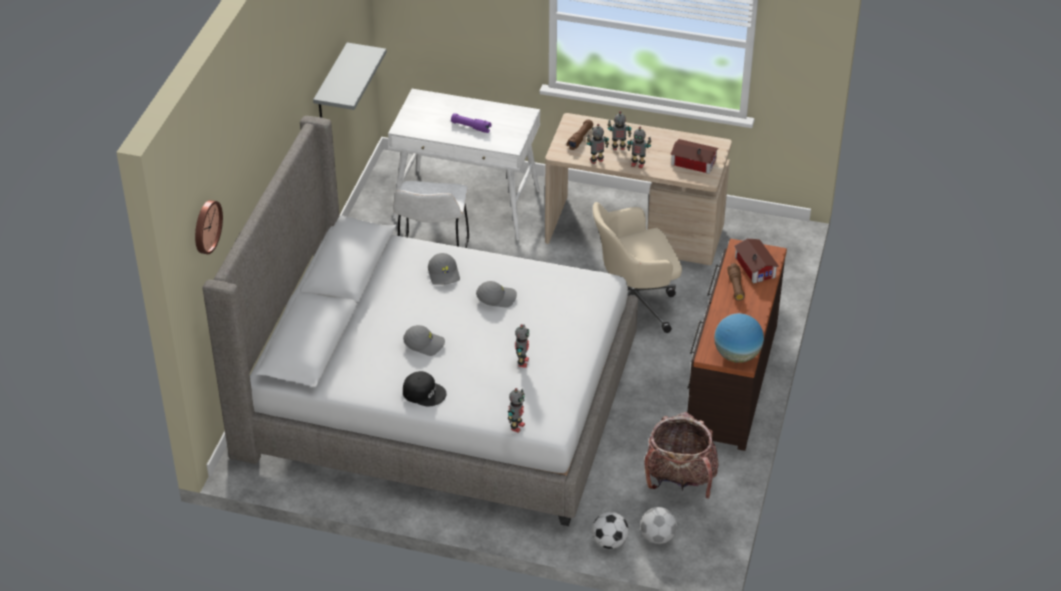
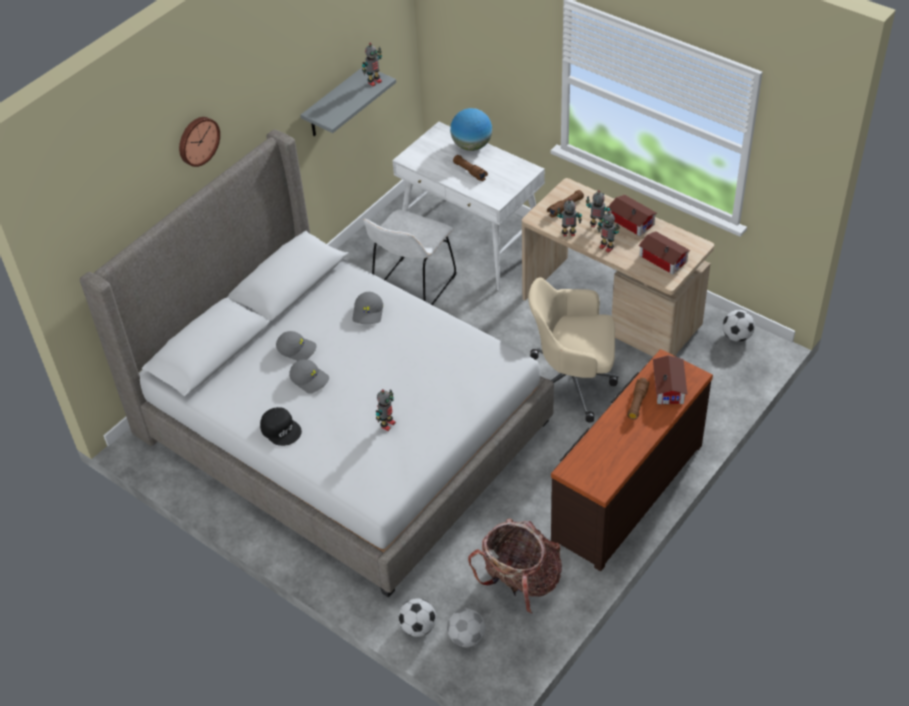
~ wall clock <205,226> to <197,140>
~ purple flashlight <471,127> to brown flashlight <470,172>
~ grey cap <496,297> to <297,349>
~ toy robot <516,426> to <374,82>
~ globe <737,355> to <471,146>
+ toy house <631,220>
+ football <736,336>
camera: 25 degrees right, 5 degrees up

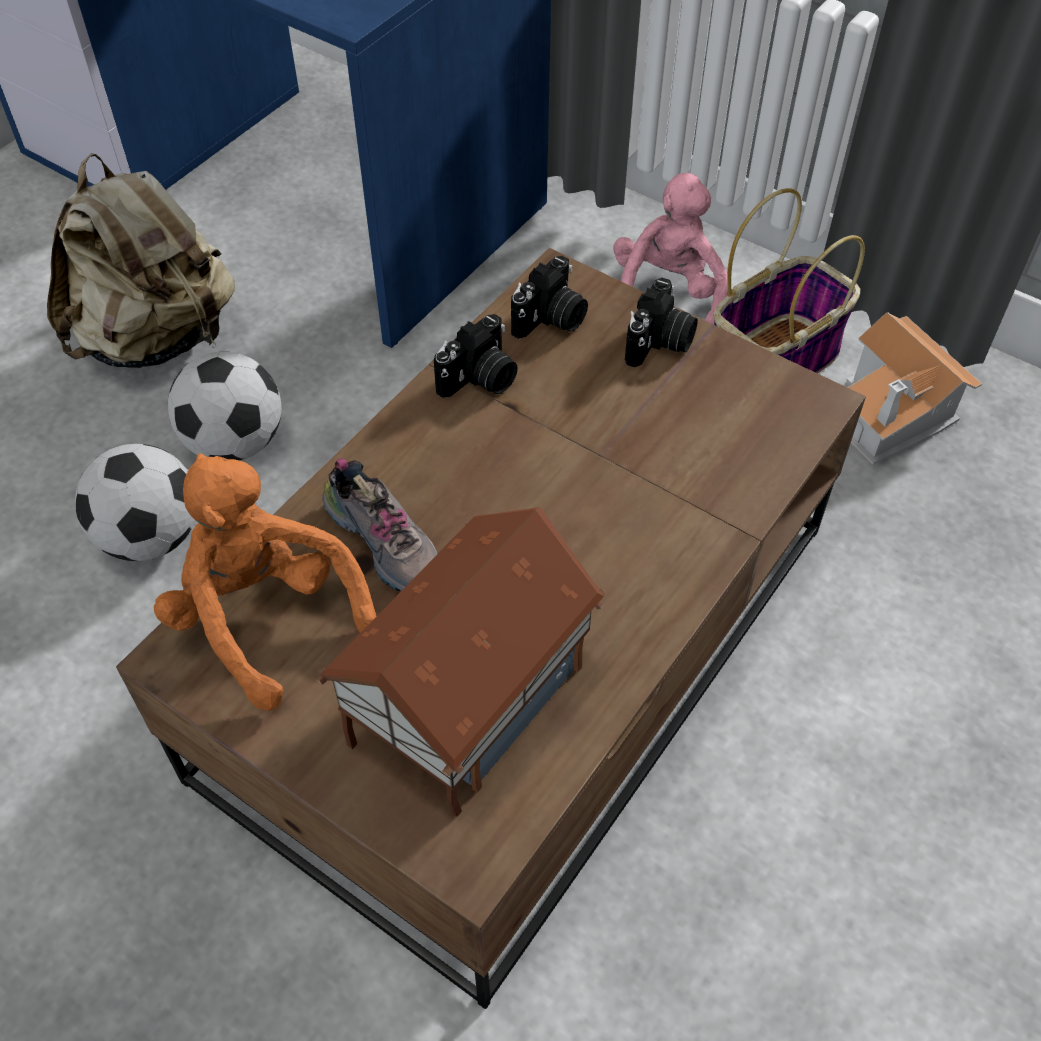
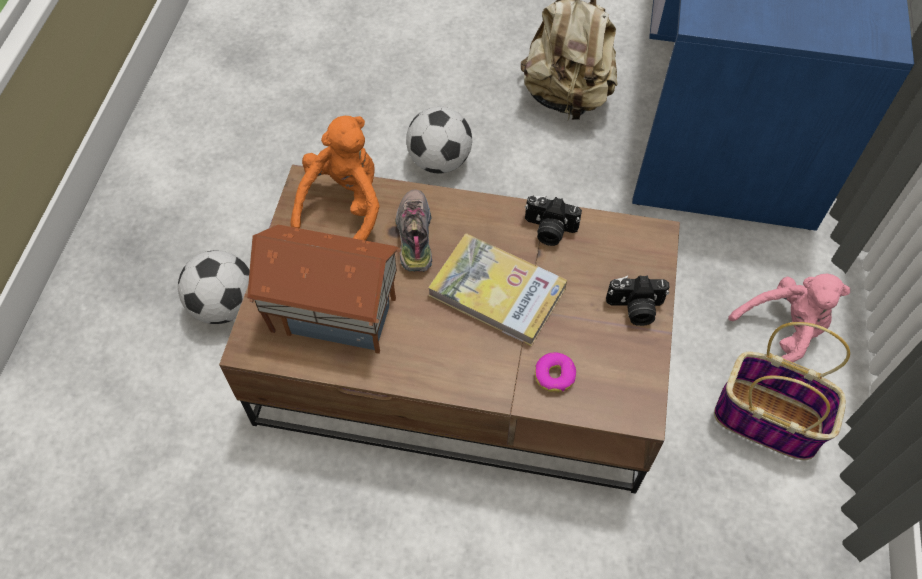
~ football <235,443> to <224,306>
~ shoe <387,542> = <413,236> 150 degrees clockwise
- photo camera <551,320>
- toy house <893,414>
+ book <497,292>
+ donut <554,375>
camera: 65 degrees right, 5 degrees up

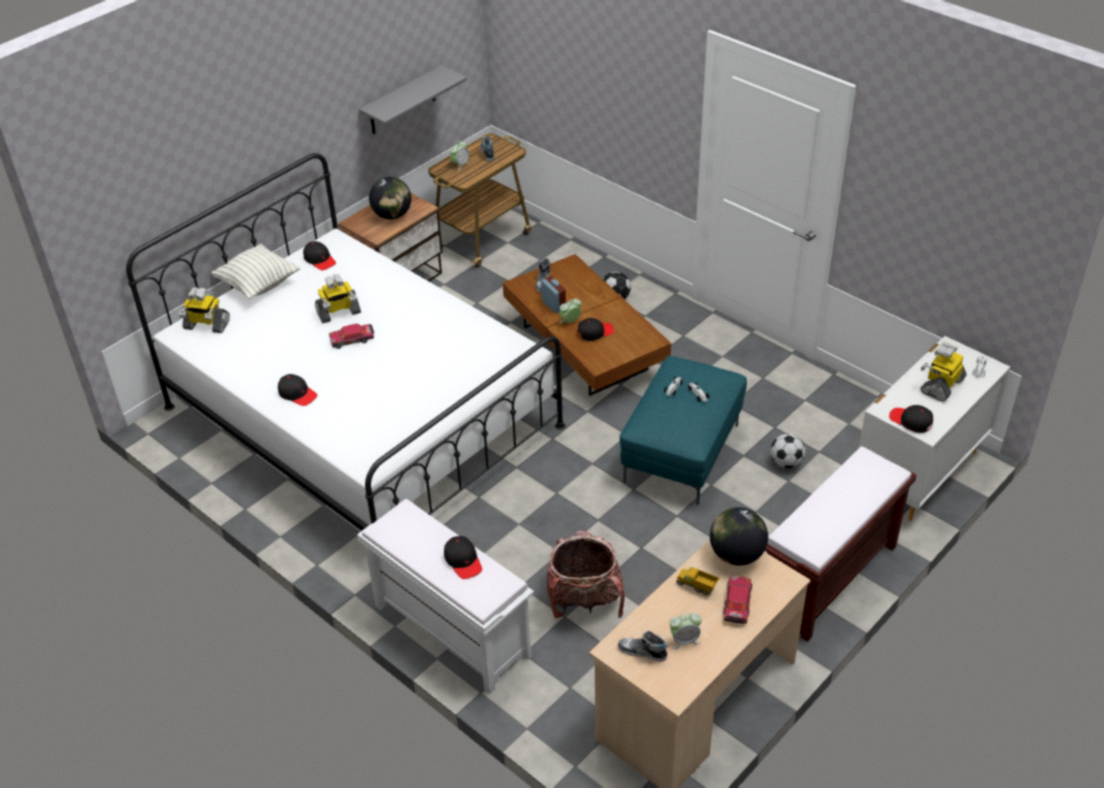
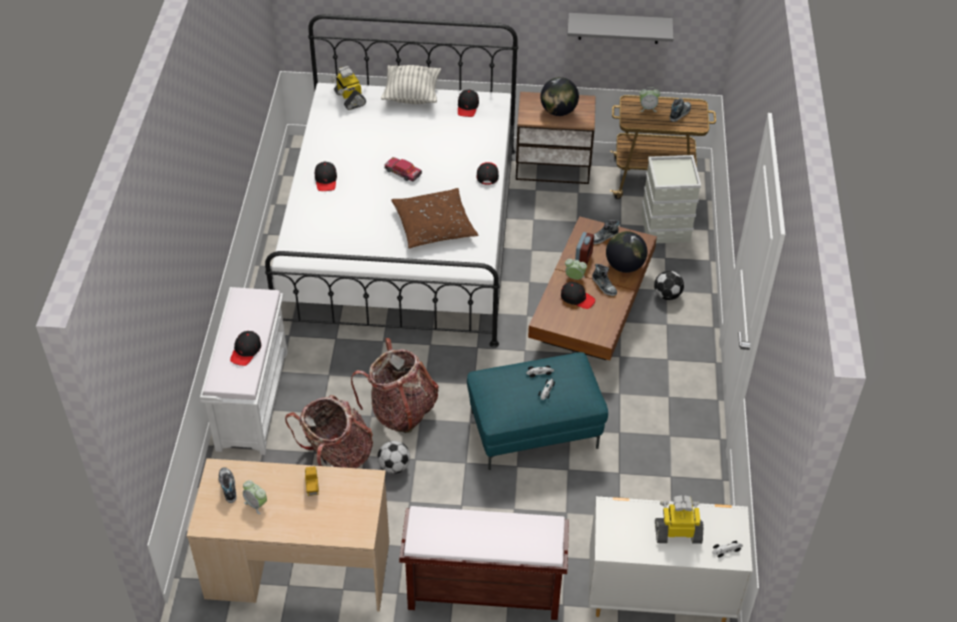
- toy robot <338,313>
~ globe <736,555> to <624,266>
- toy car <737,604>
~ football <786,463> to <394,466>
~ black cap <911,421> to <487,174>
+ backpack <400,411>
+ brown pillow <434,225>
+ shoe <604,285>
+ grey storage box <665,227>
camera: 50 degrees right, 5 degrees up

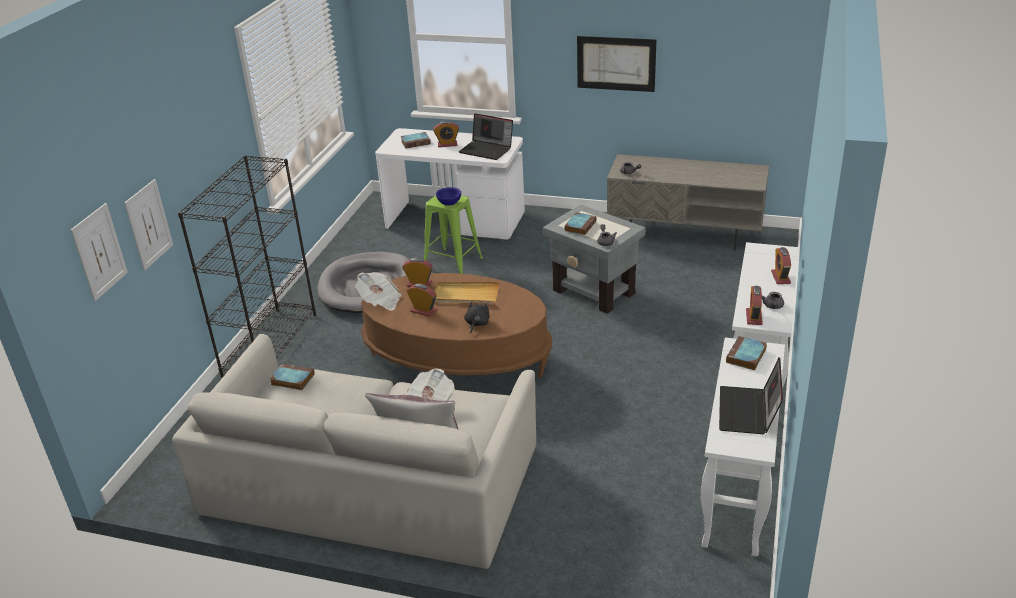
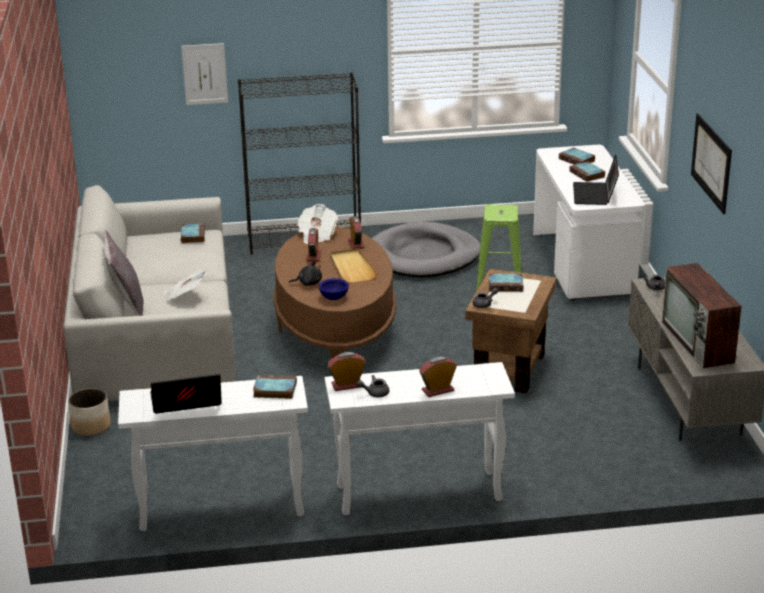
- picture <99,251>
~ alarm clock <447,144> to book <587,174>
~ blue bowl <449,204> to <333,297>
~ grey side table <593,292> to brown side table <508,369>
+ planter <90,426>
+ television <698,343>
camera: 65 degrees right, 5 degrees down

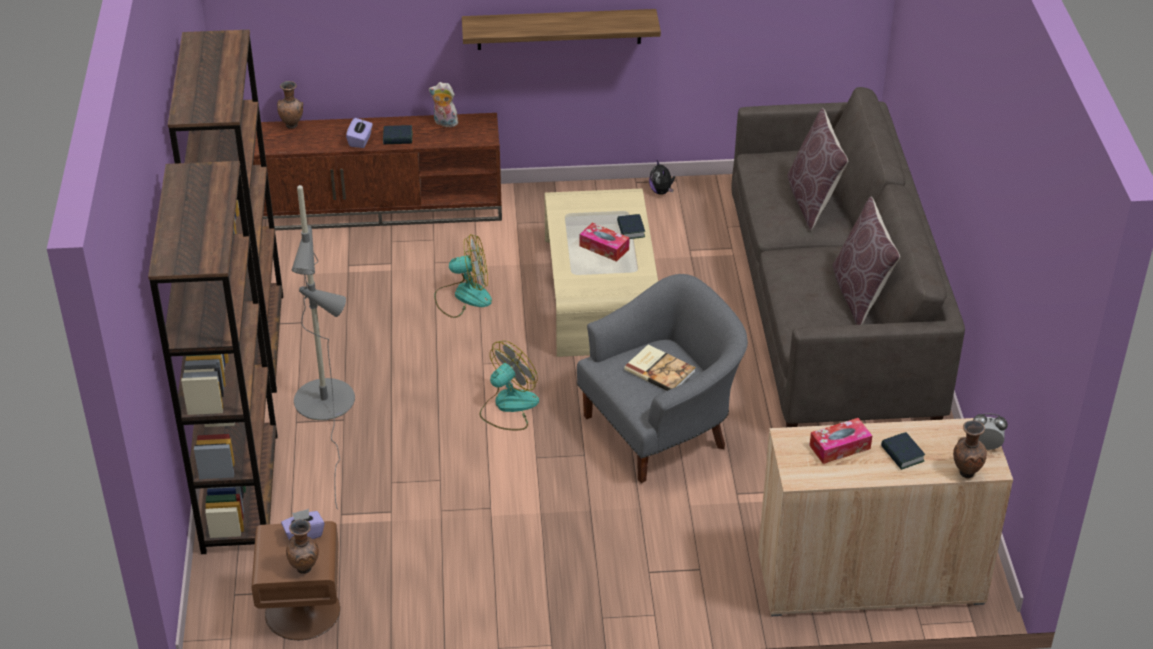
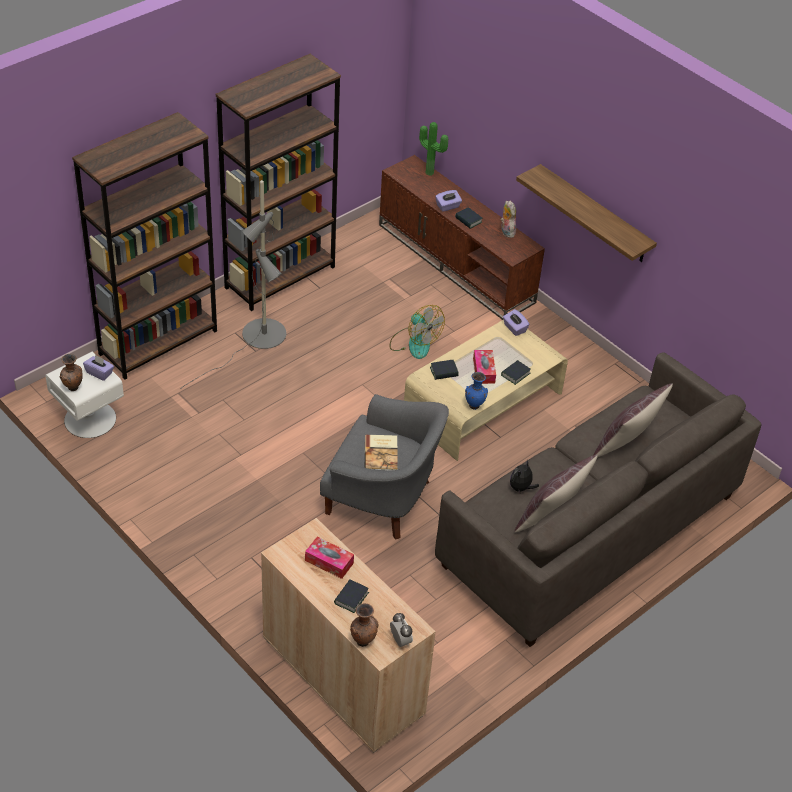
~ brown nightstand <302,612> to white nightstand <89,419>
~ brown vase <292,125> to potted plant <430,172>
- fan <508,406>
~ plush toy <661,191> to <521,488>
+ book <444,372>
+ blue vase <474,406>
+ purple tissue box <514,328>
camera: 50 degrees right, 5 degrees up

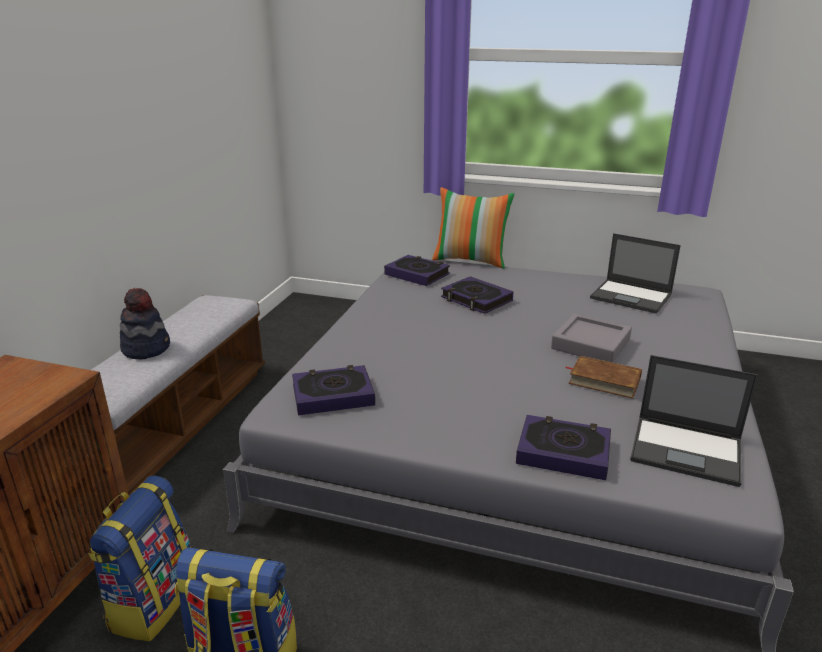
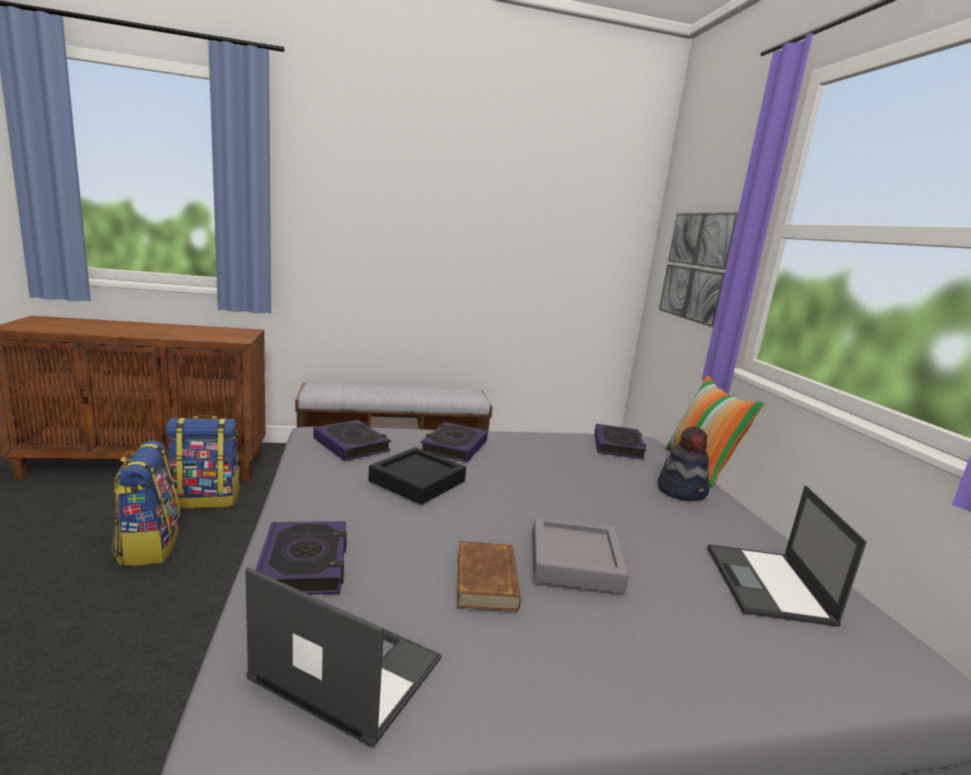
~ hat <146,348> to <682,490>
~ book <476,299> to <454,446>
~ laptop <687,451> = <345,668> 120 degrees clockwise
+ black tray <417,481>
+ picture <698,267>
camera: 60 degrees right, 10 degrees down

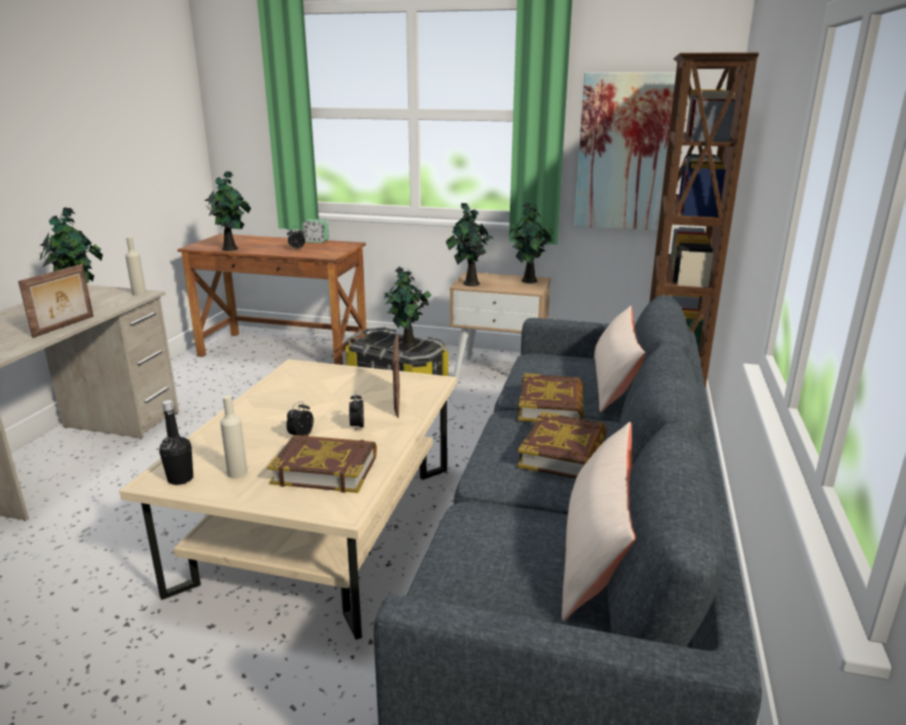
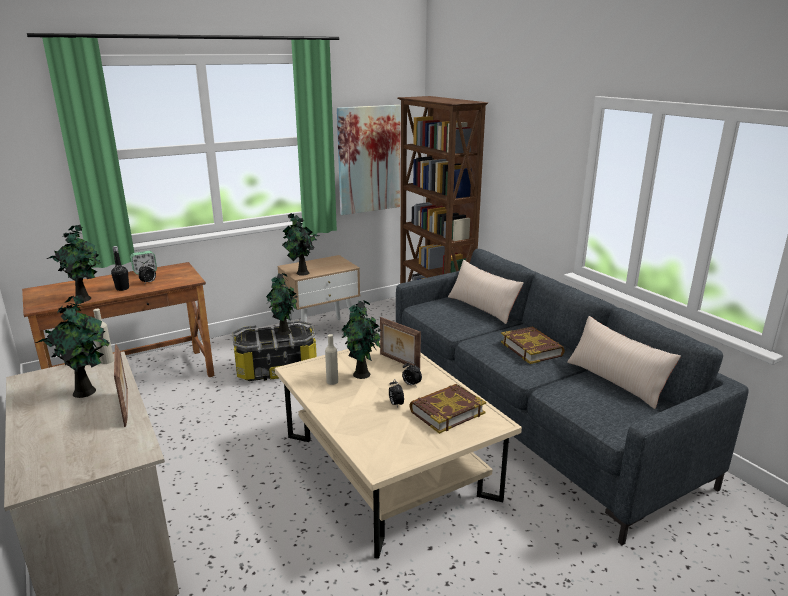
~ black bottle <180,479> to <122,288>
~ beige bottle <237,473> to <332,381>
~ potted plant <529,281> to <362,375>
- book <551,405>
camera: 45 degrees left, 0 degrees up

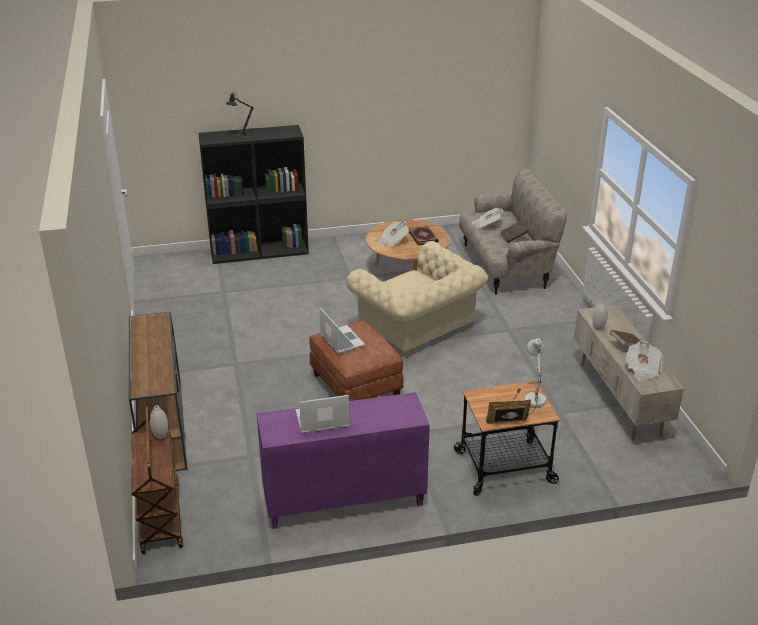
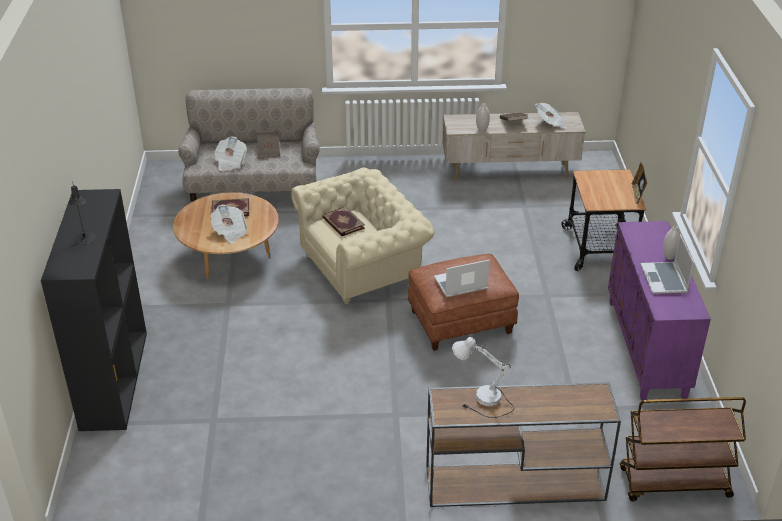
~ white vase <161,436> to <669,257>
~ white table lamp <528,399> to <482,402>
+ book <342,223>
camera: 80 degrees left, 5 degrees up

